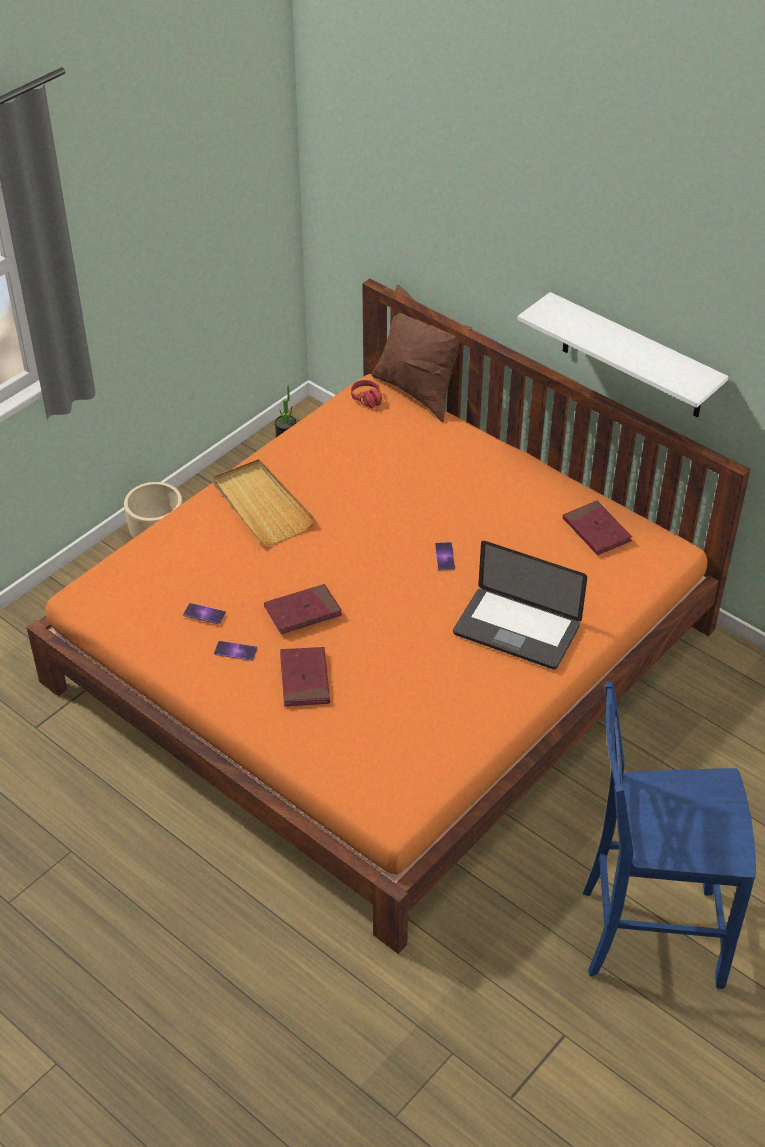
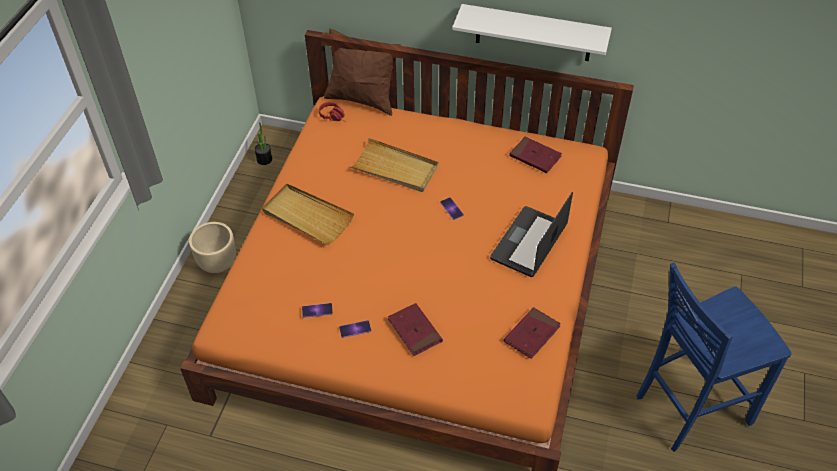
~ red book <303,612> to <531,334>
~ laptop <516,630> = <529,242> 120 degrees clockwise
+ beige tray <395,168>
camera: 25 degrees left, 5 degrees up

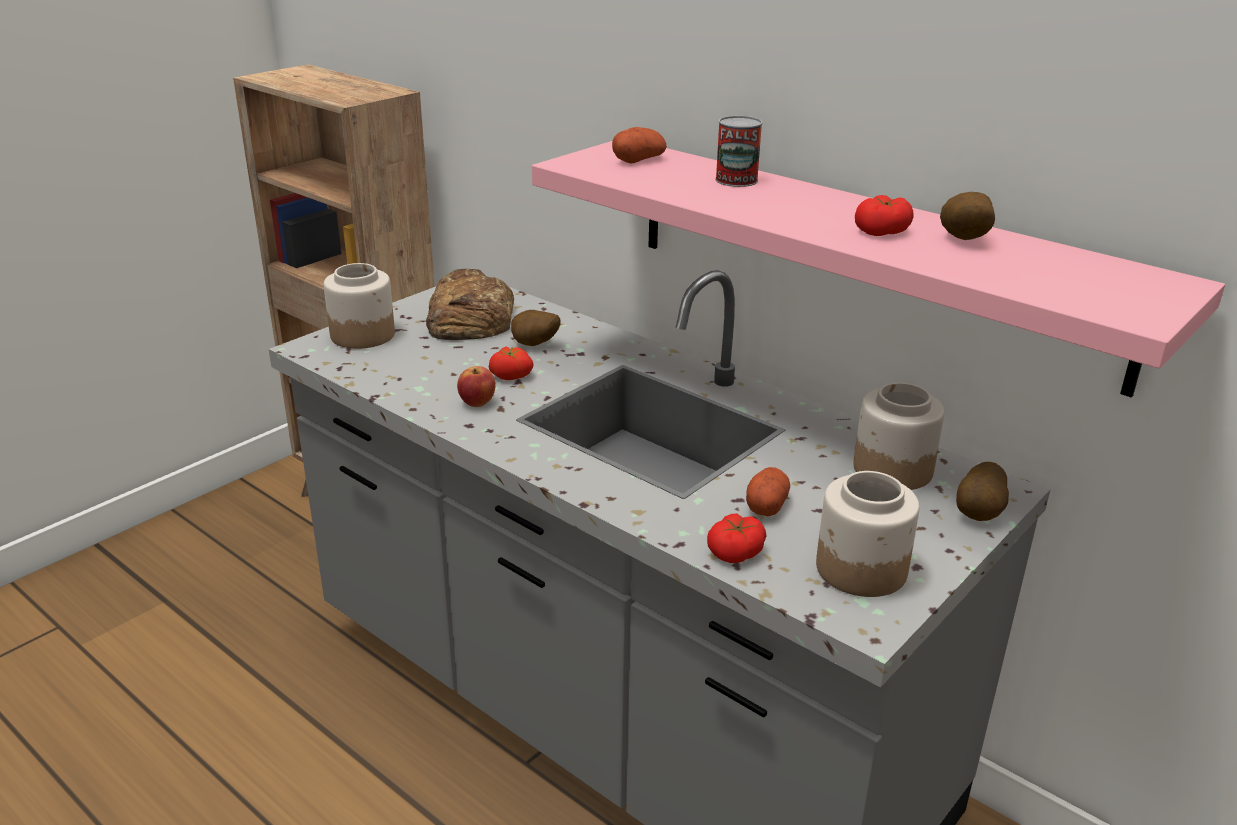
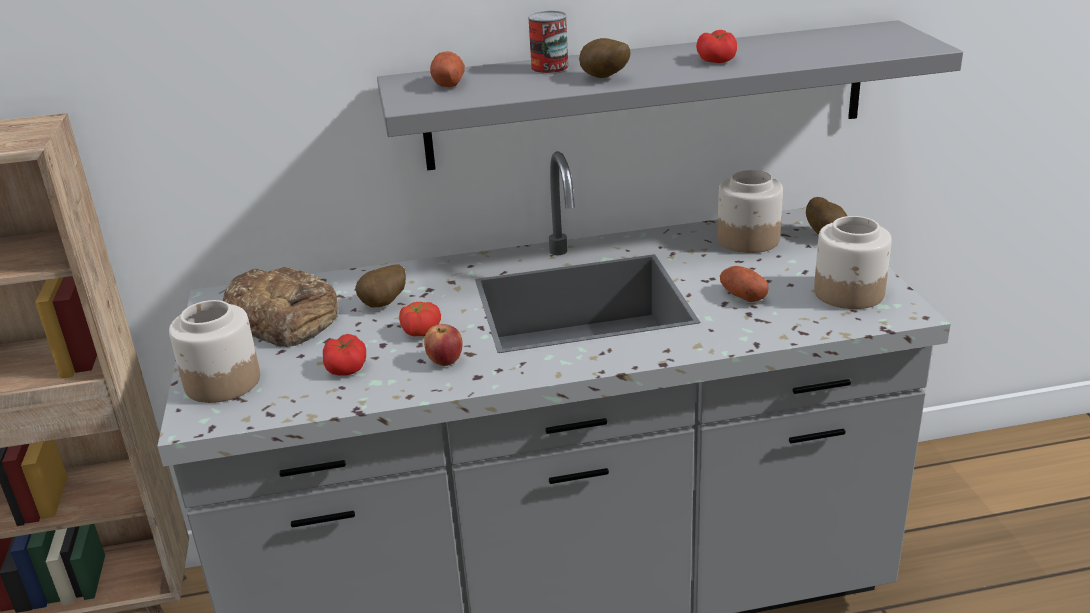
~ pink shelf <865,255> to grey shelf <647,95>
~ tomato <736,552> to <346,367>
~ potato <962,240> to <603,78>
camera: 50 degrees left, 0 degrees up

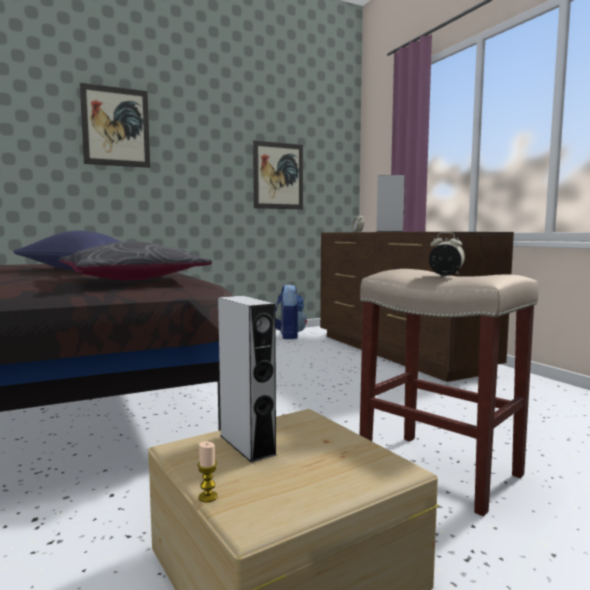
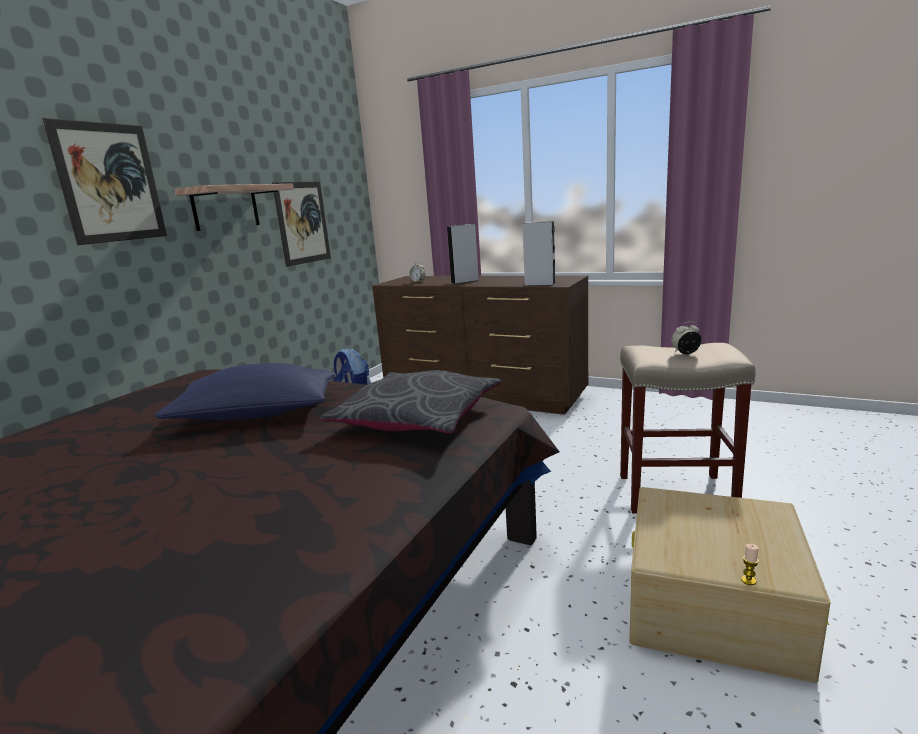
~ grey speaker <247,444> to <540,284>
+ shelf <225,208>
camera: 35 degrees left, 10 degrees up

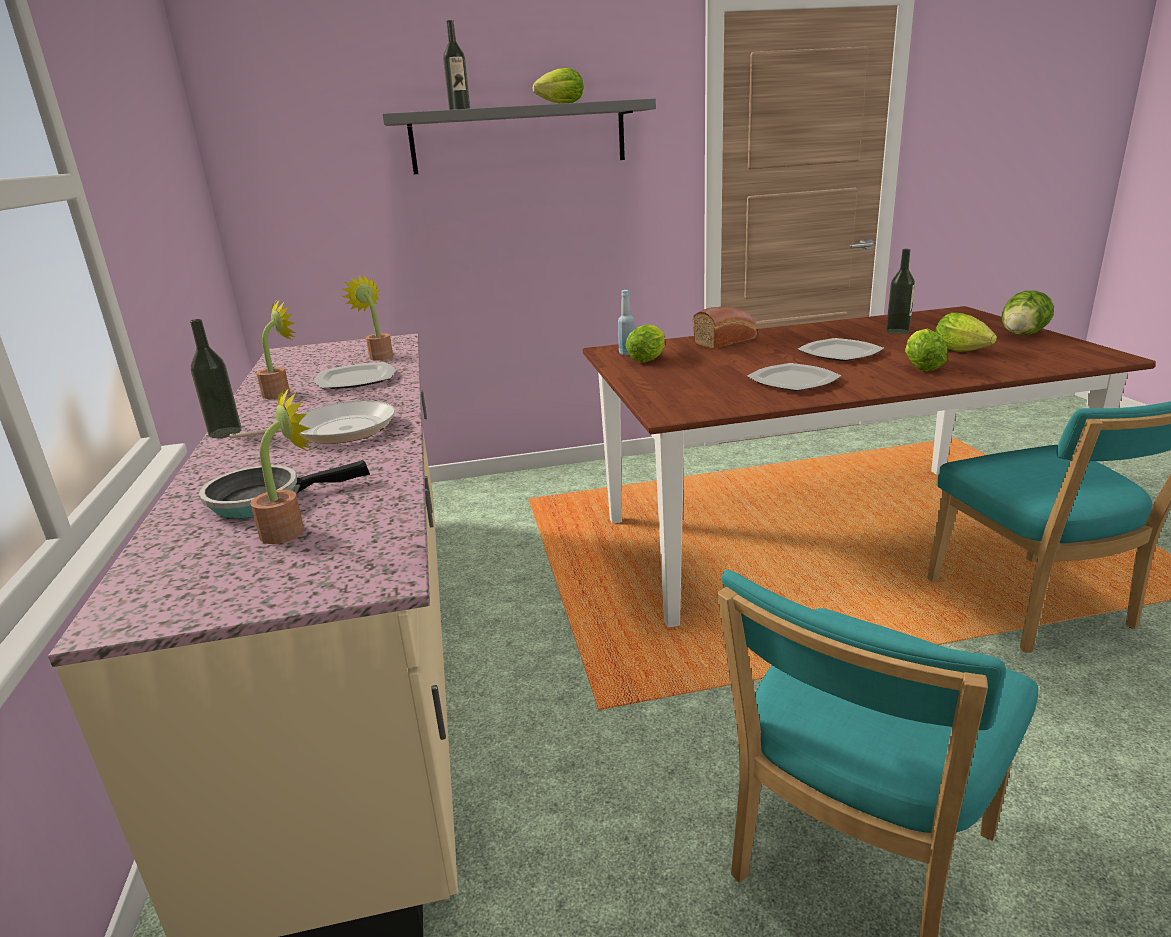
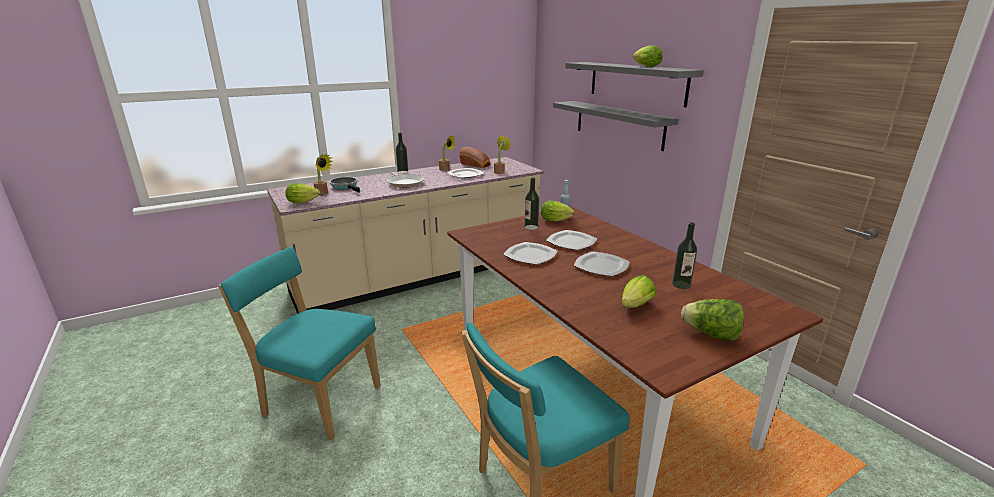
~ bottle <459,109> to <531,227>
~ bread <726,341> to <476,165>
~ lettuce <920,366> to <304,202>
+ plate <571,242>
+ grey shelf <618,124>
camera: 70 degrees right, 0 degrees up

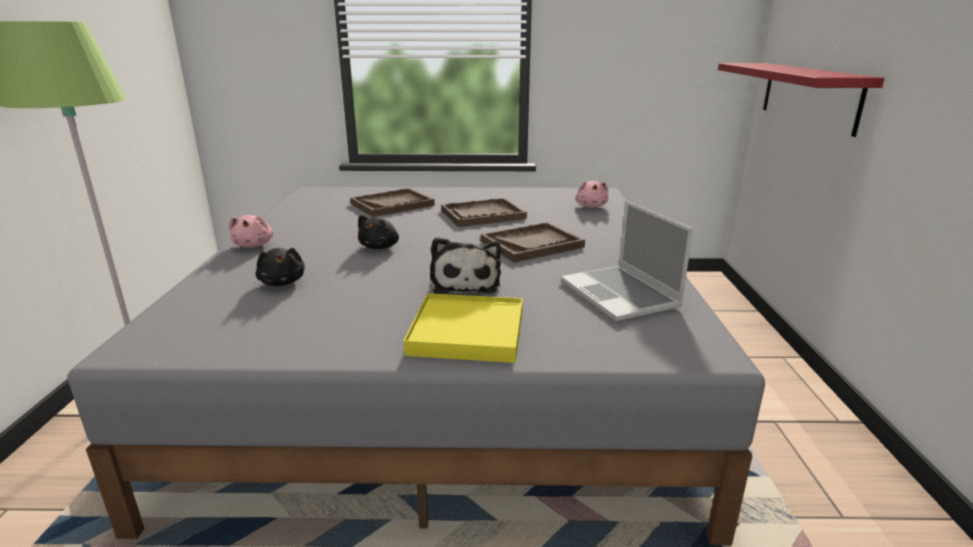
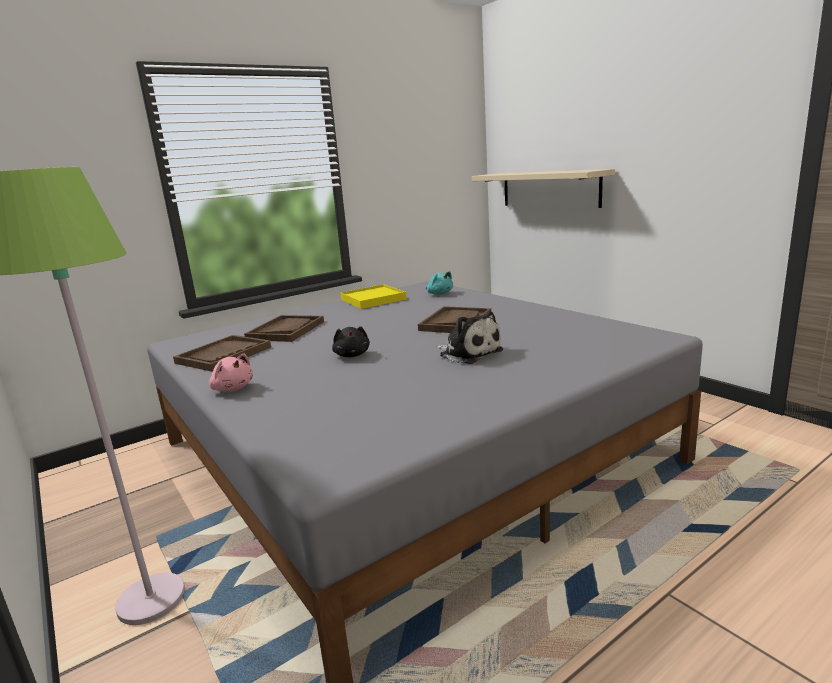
- black plush toy <282,282>
~ yellow tray <468,332> to <373,299>
~ brown tray <482,215> to <224,355>
- laptop <621,295>
~ pink plush toy <591,206> to turquoise plush toy <439,293>
~ red shelf <809,95> to beige shelf <549,189>
camera: 35 degrees left, 5 degrees down

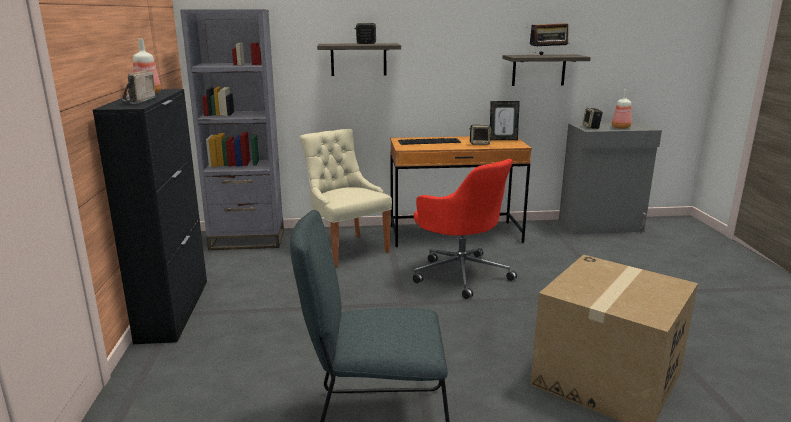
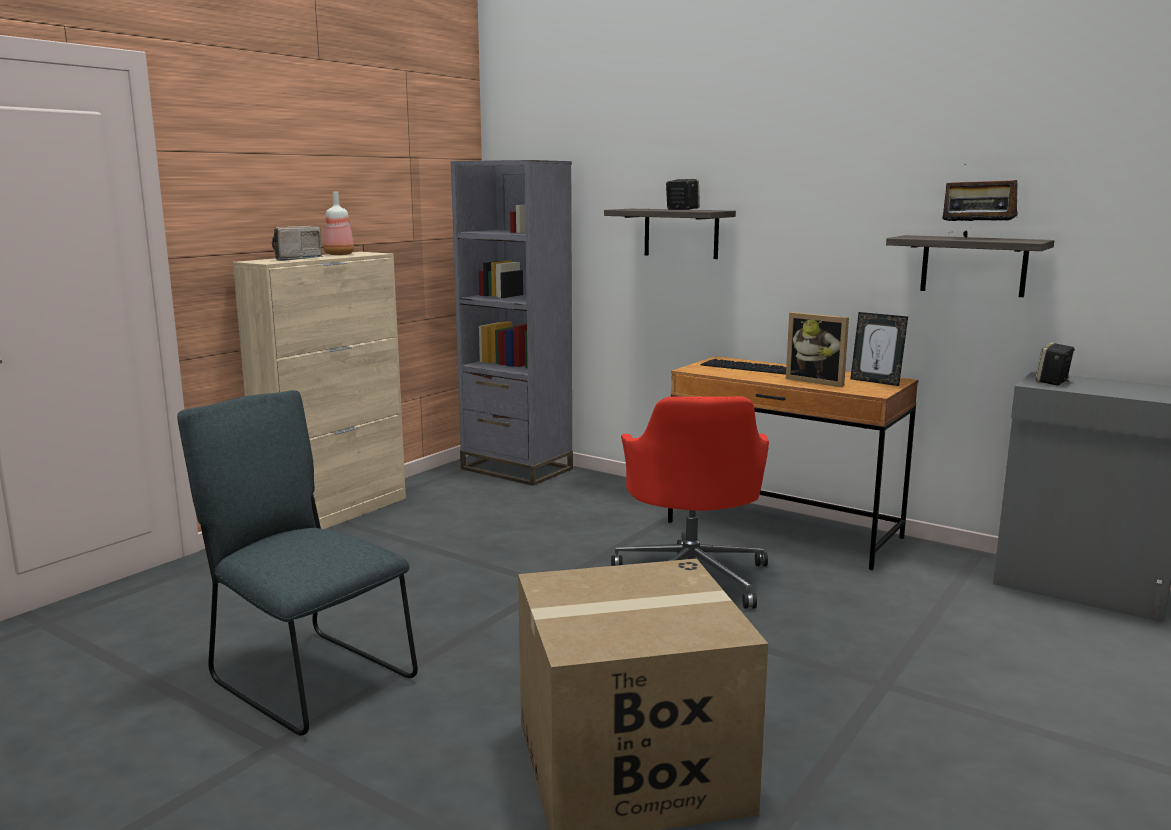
~ black cabinet <174,309> to beige cabinet <336,514>
- beige chair <346,249>
~ speaker <479,144> to picture frame <817,381>
- bottle <620,127>
camera: 40 degrees right, 5 degrees down

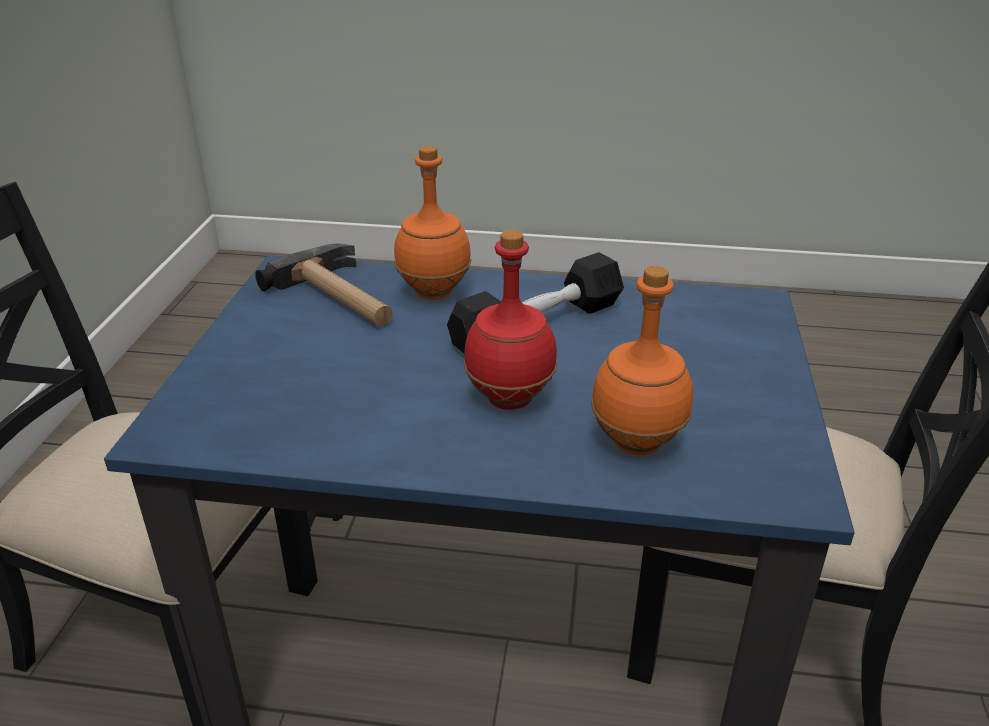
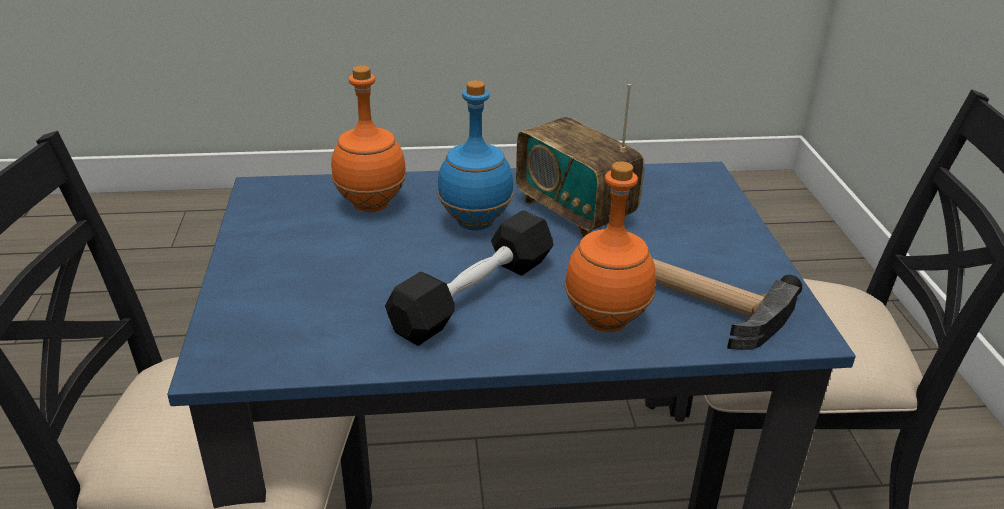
~ red bottle <510,398> to blue bottle <475,224>
+ radio <575,212>
camera: 165 degrees right, 0 degrees up

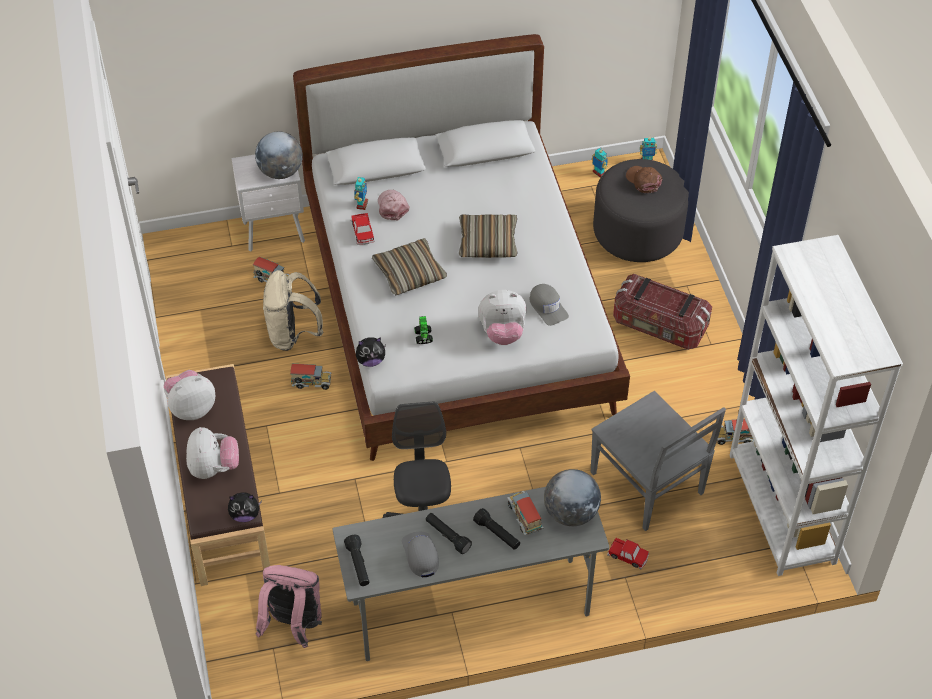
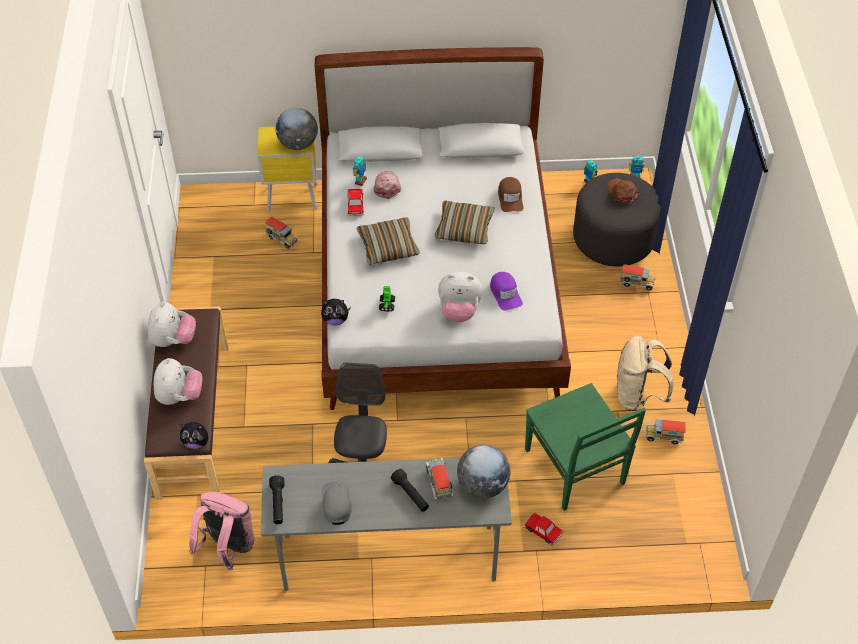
~ plush toy <191,408> = <173,340> 120 degrees clockwise
~ white nightstand <275,233> to yellow nightstand <293,199>
~ beige backpack <293,335> to <638,395>
~ toy truck <311,383> to <636,284>
- black flashlight <447,536>
~ grey cap <548,307> to purple cap <505,293>
~ grey chair <648,485> to green chair <575,468>
- storage box <659,326>
- white bookcase <782,508>
+ brown cap <510,198>
camera: 10 degrees right, 0 degrees up

